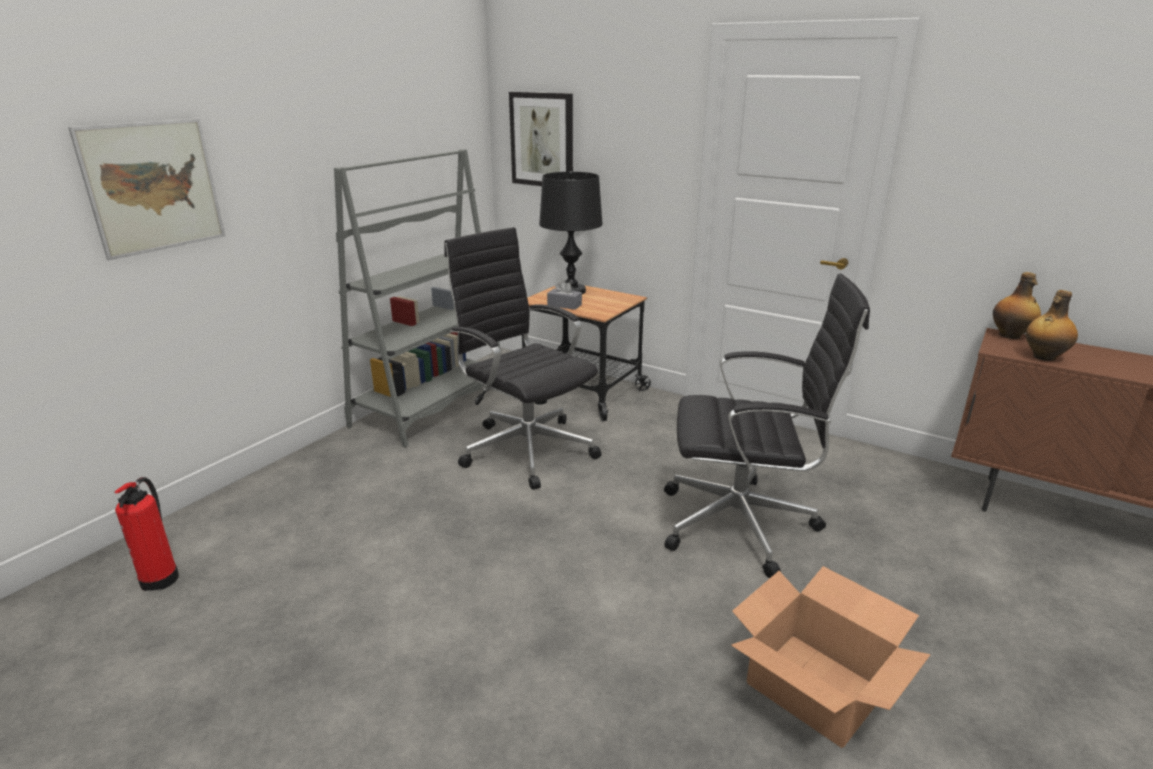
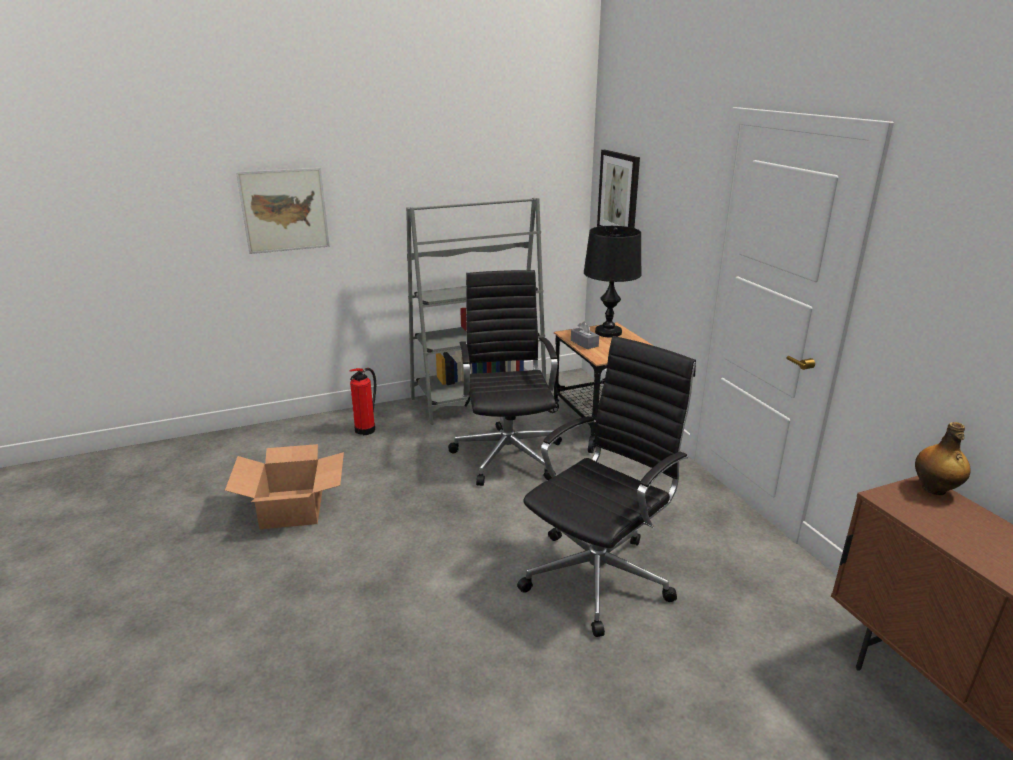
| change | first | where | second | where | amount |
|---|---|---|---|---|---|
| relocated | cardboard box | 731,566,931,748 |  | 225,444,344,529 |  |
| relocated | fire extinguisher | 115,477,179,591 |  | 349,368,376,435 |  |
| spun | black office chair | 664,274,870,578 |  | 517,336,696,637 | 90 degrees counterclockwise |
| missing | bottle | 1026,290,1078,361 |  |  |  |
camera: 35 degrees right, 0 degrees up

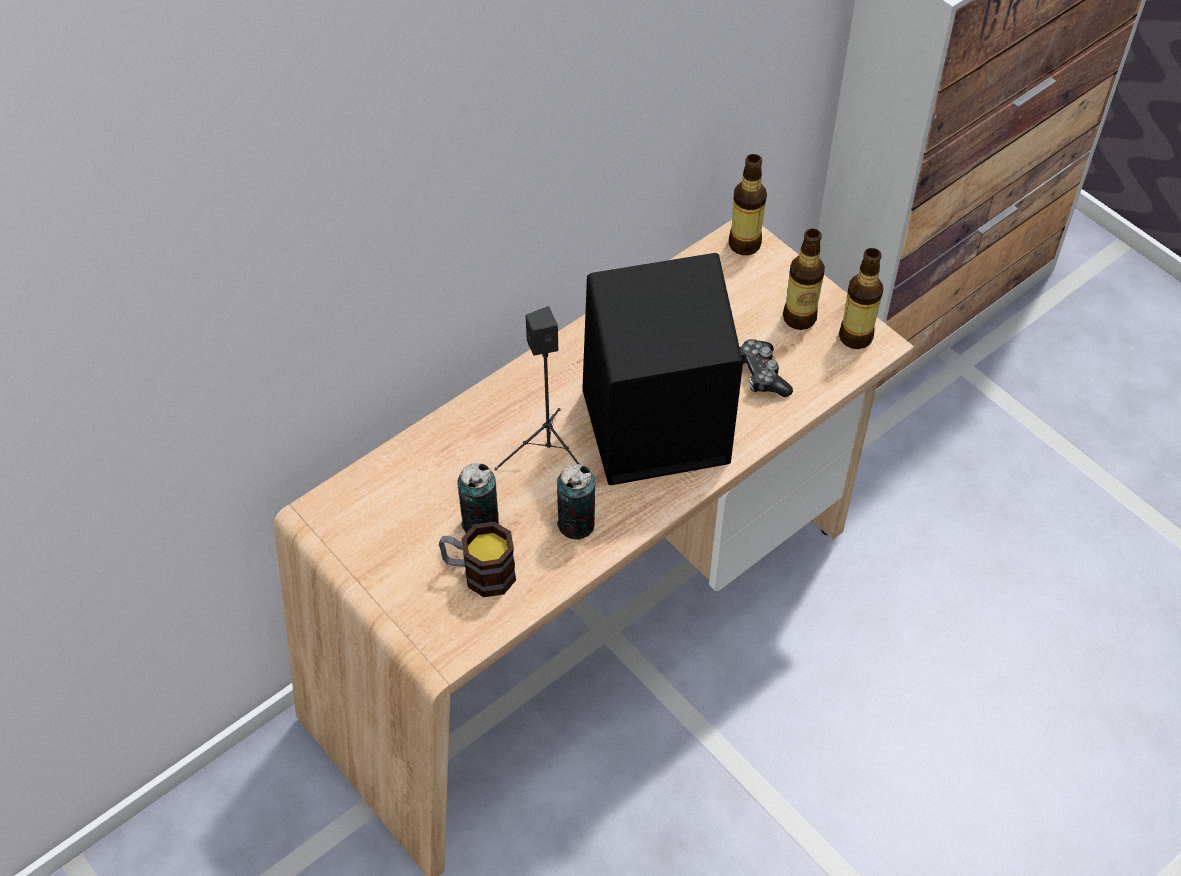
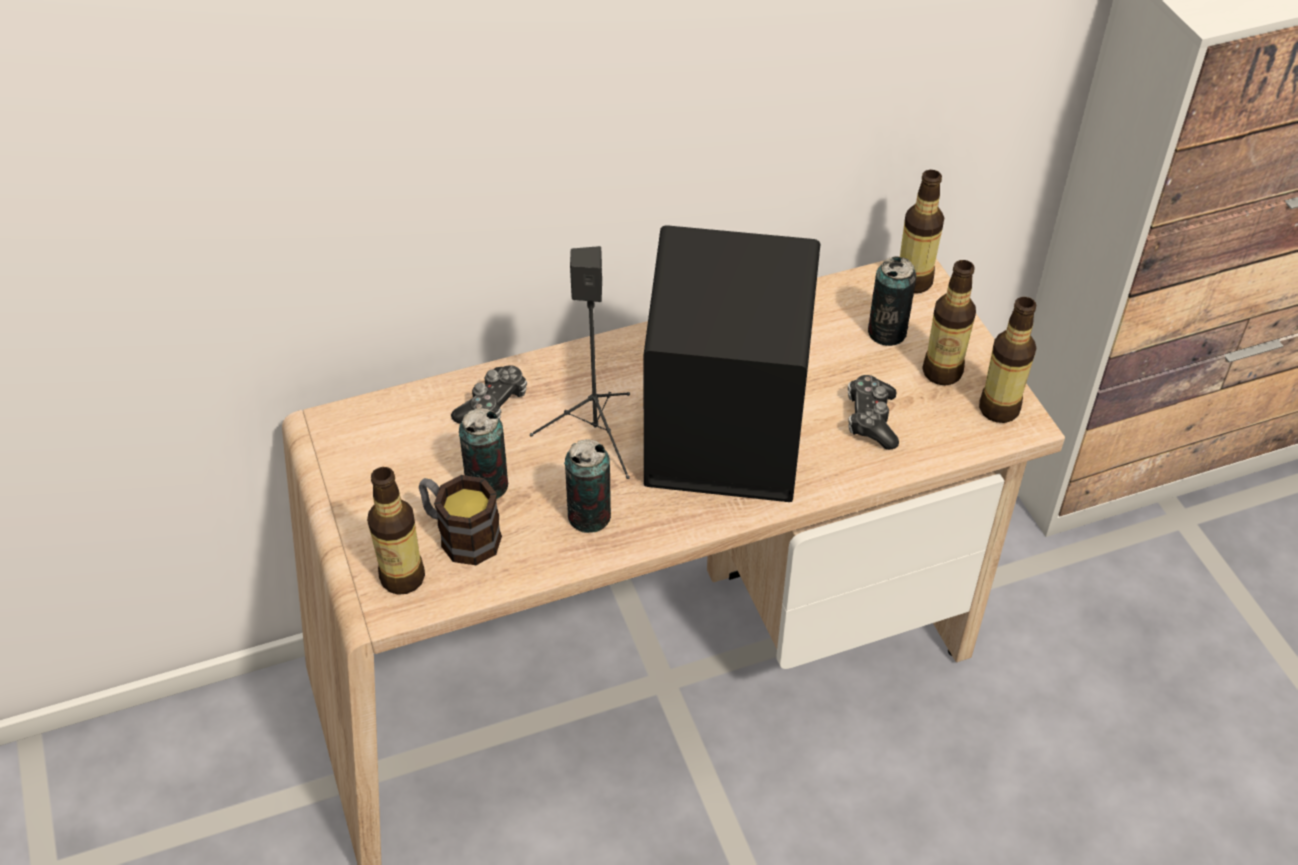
| change | first | where | second | where | amount |
|---|---|---|---|---|---|
| appeared |  |  | bottle | 367,467,425,595 |  |
| appeared |  |  | game controller | 451,365,527,424 |  |
| appeared |  |  | can | 868,256,917,346 |  |
camera: 20 degrees right, 5 degrees down

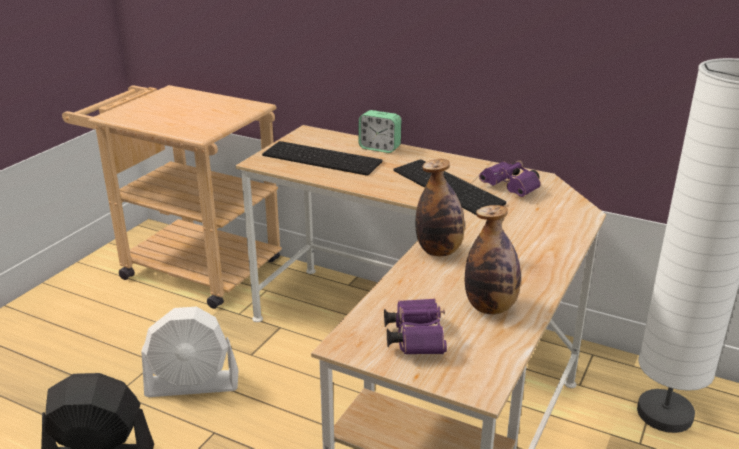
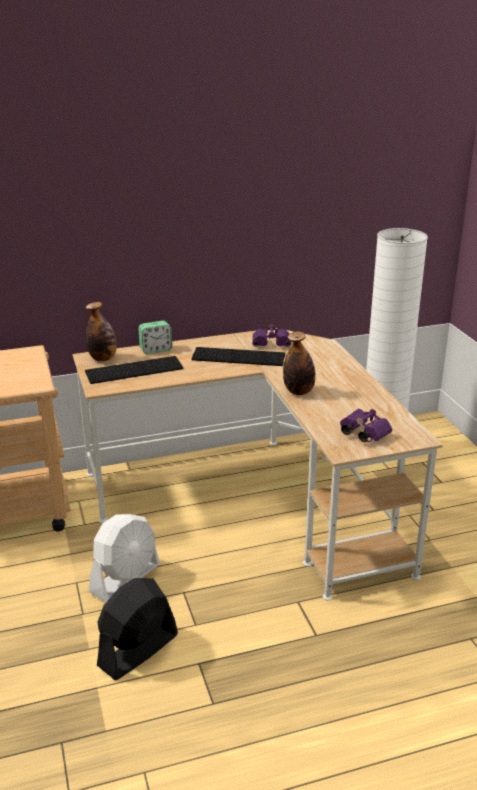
| change | first | where | second | where | amount |
|---|---|---|---|---|---|
| relocated | bottle | 465,205,521,315 |  | 86,302,117,361 |  |
camera: 45 degrees left, 0 degrees up

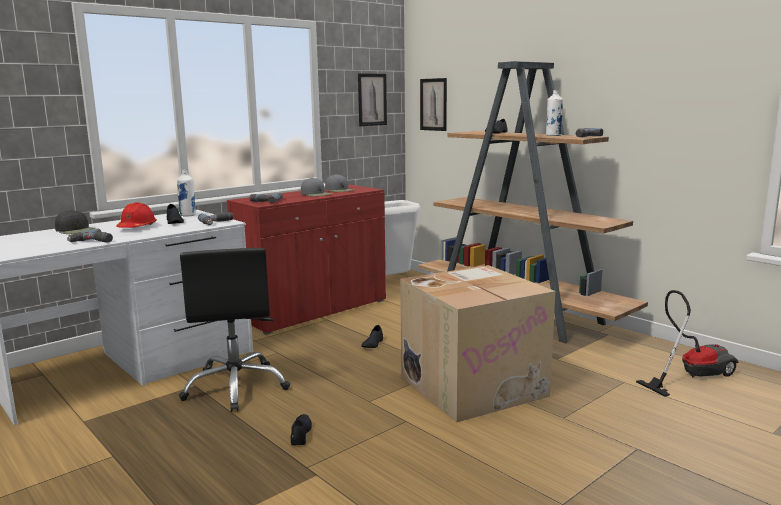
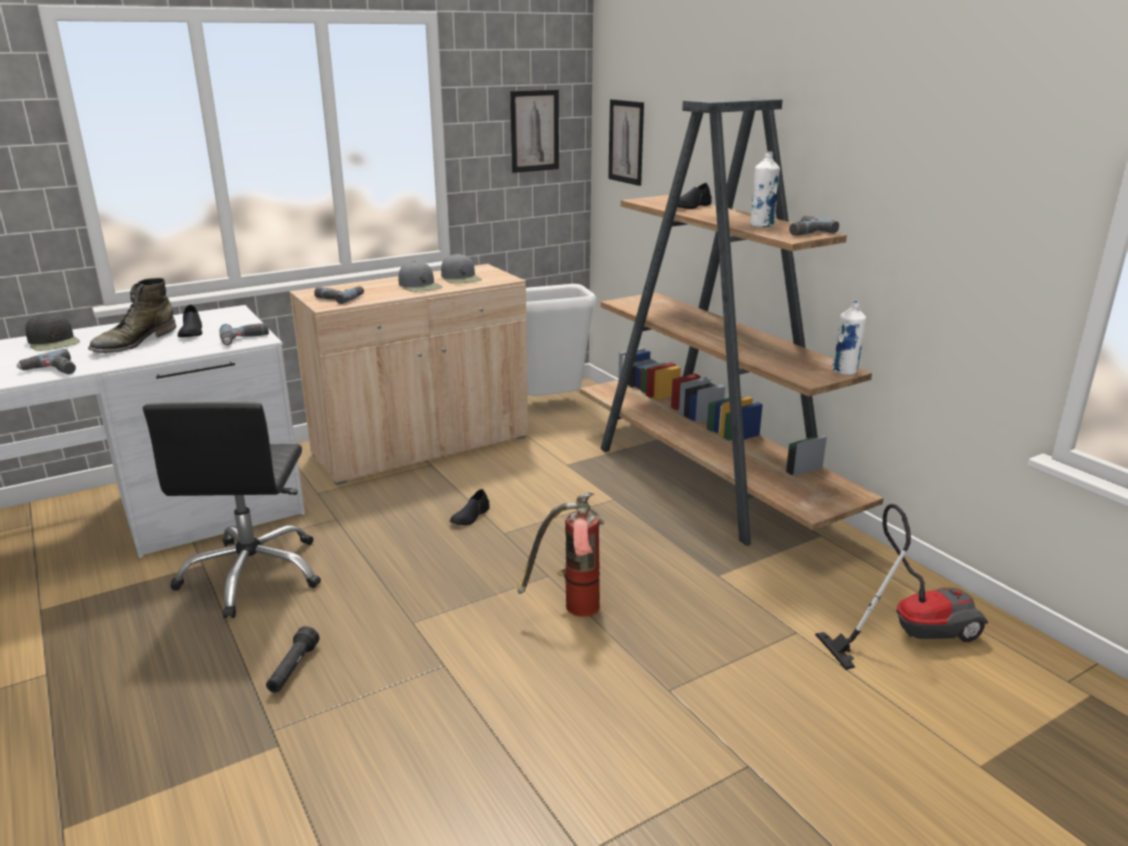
| change | first | where | second | where | amount |
|---|---|---|---|---|---|
| exchanged | red hard hat | 116,202,157,228 | green boot | 88,278,176,353 |  |
| exchanged | black shoe | 291,414,312,445 | black flashlight | 266,626,319,693 |  |
| colour | red cabinet | 227,185,386,335 | beige cabinet | 289,264,528,485 |  |
| exchanged | cardboard box | 400,265,556,422 | fire extinguisher | 517,493,604,617 |  |
| relocated | white bottle | 177,169,196,217 |  | 832,300,866,375 |  |
camera: 10 degrees right, 10 degrees up

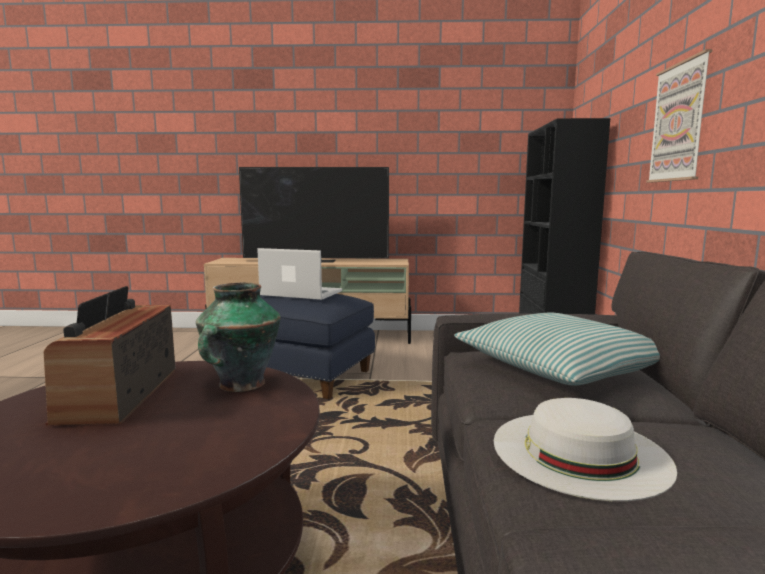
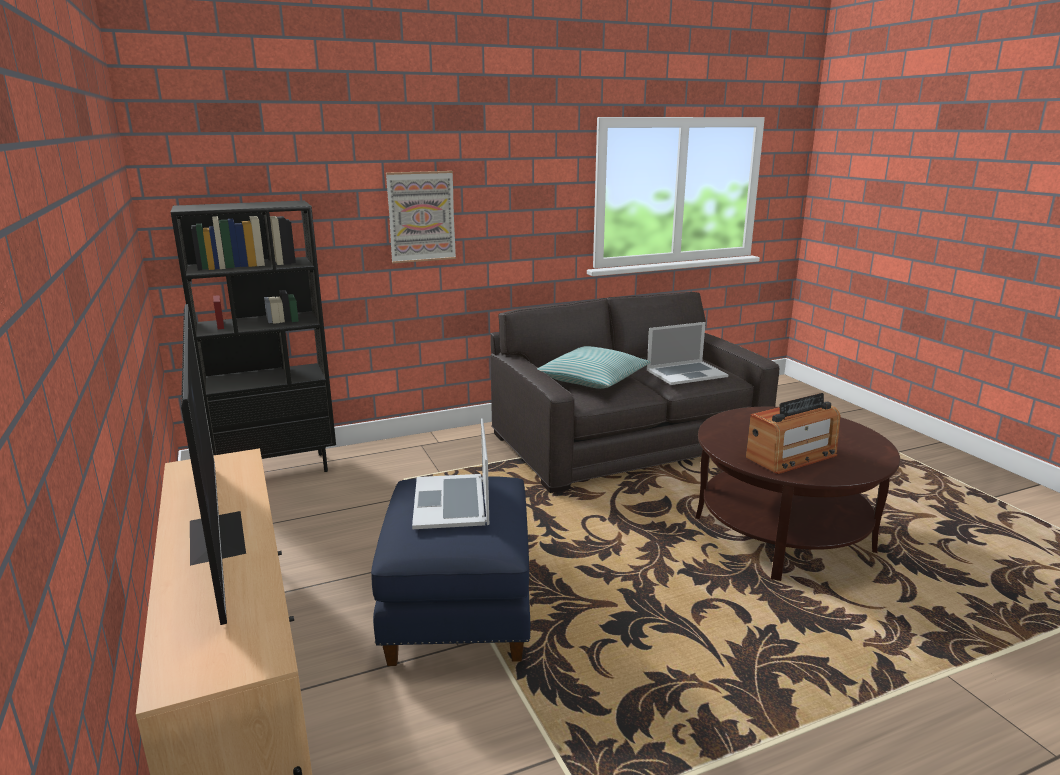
| change | first | where | second | where | amount |
|---|---|---|---|---|---|
| exchanged | white hat | 494,398,677,501 | laptop | 647,322,729,385 |  |
| missing | vase | 196,283,281,392 |  |  |  |
camera: 115 degrees left, 10 degrees up

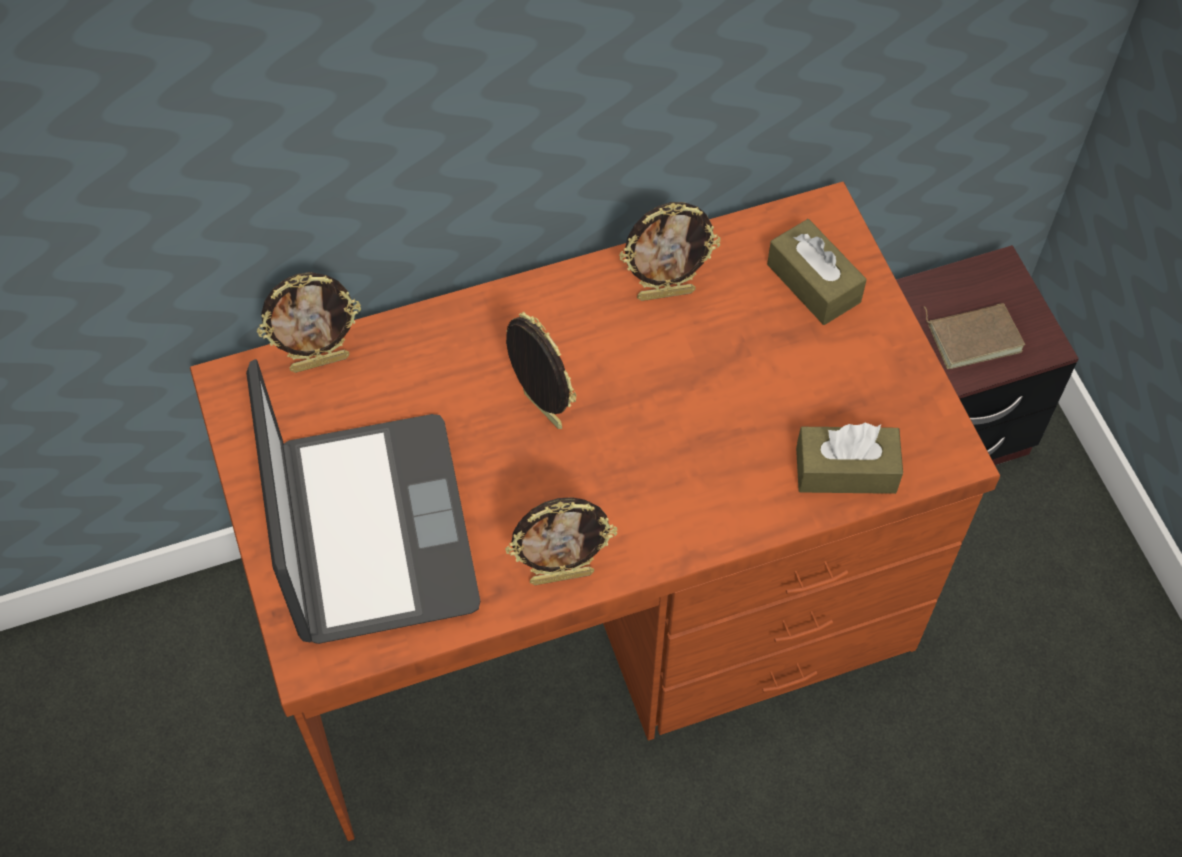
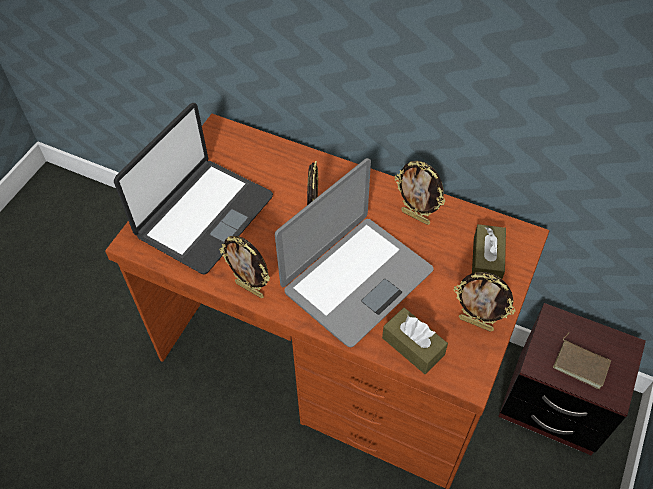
| change | first | where | second | where | amount |
|---|---|---|---|---|---|
| appeared |  |  | laptop | 275,158,434,347 |  |
| relocated | picture frame | 257,272,361,373 |  | 454,272,515,332 |  |
camera: 45 degrees right, 5 degrees down

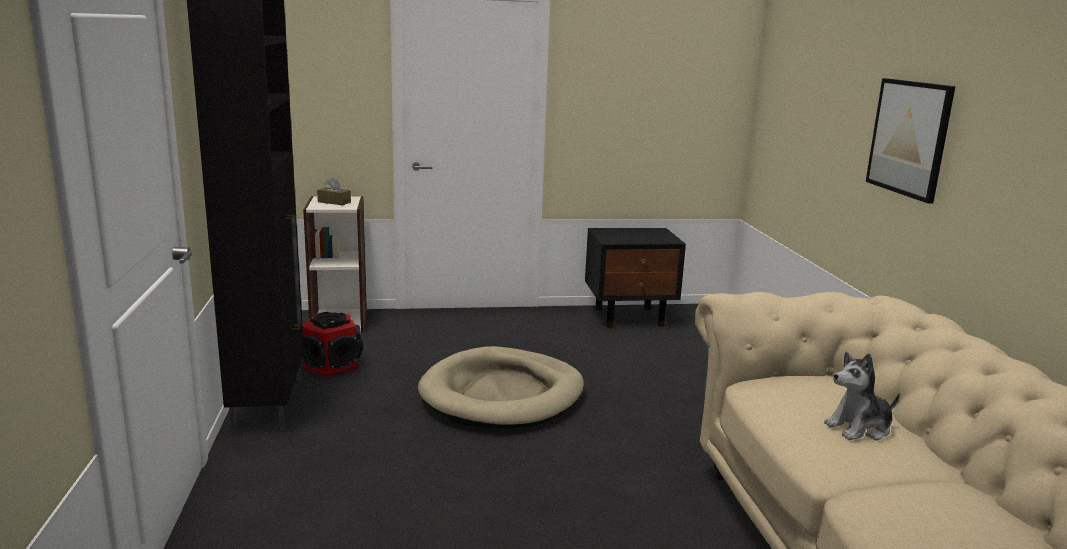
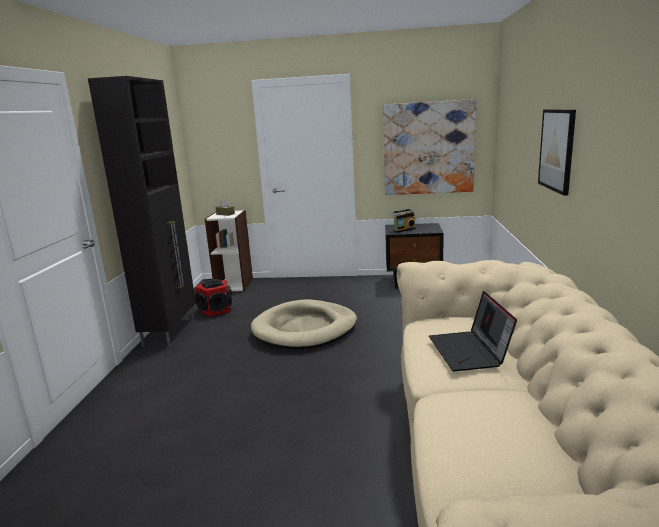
| change | first | where | second | where | amount |
|---|---|---|---|---|---|
| appeared |  |  | picture | 383,99,476,195 |  |
| appeared |  |  | radio | 391,209,416,233 |  |
| exchanged | plush toy | 824,352,900,440 | laptop | 429,291,517,371 |  |
camera: 15 degrees right, 0 degrees up

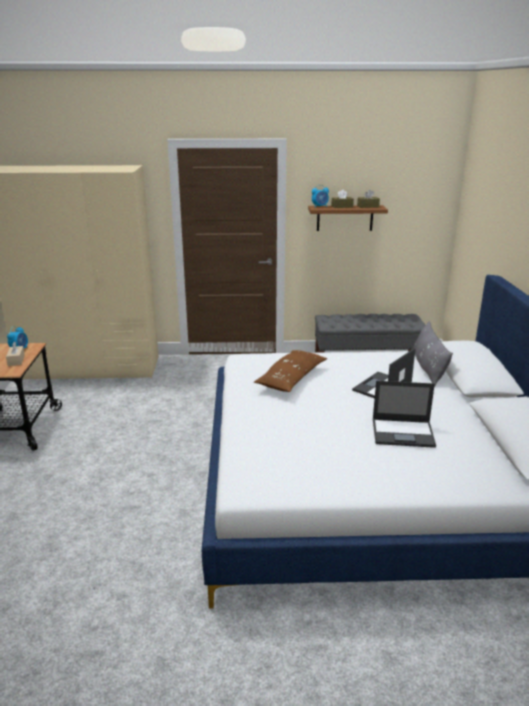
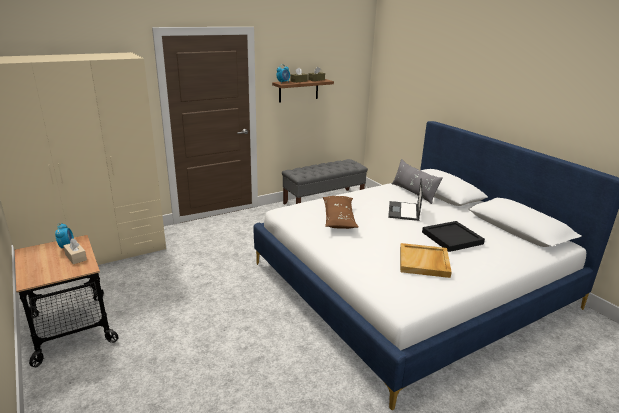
| change | first | where | second | where | amount |
|---|---|---|---|---|---|
| appeared |  |  | beige tray | 400,243,452,278 |  |
| exchanged | laptop | 373,381,436,448 | black tray | 422,221,485,252 |  |
camera: 30 degrees left, 0 degrees up

